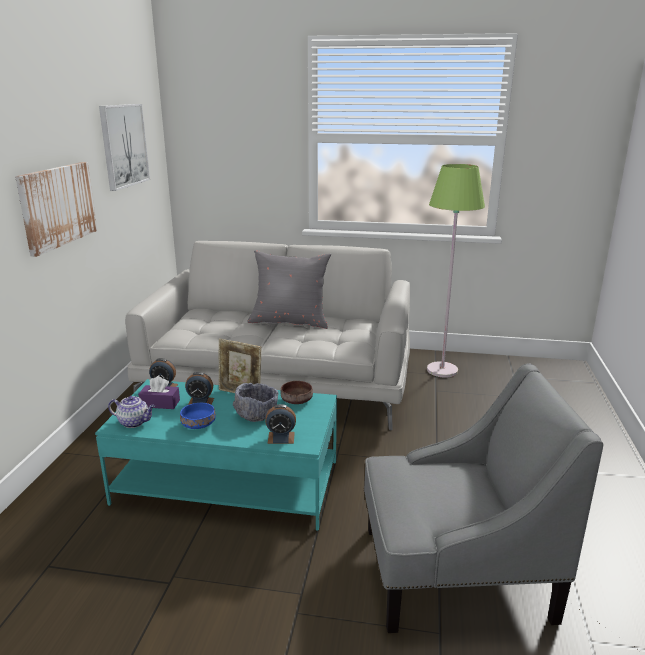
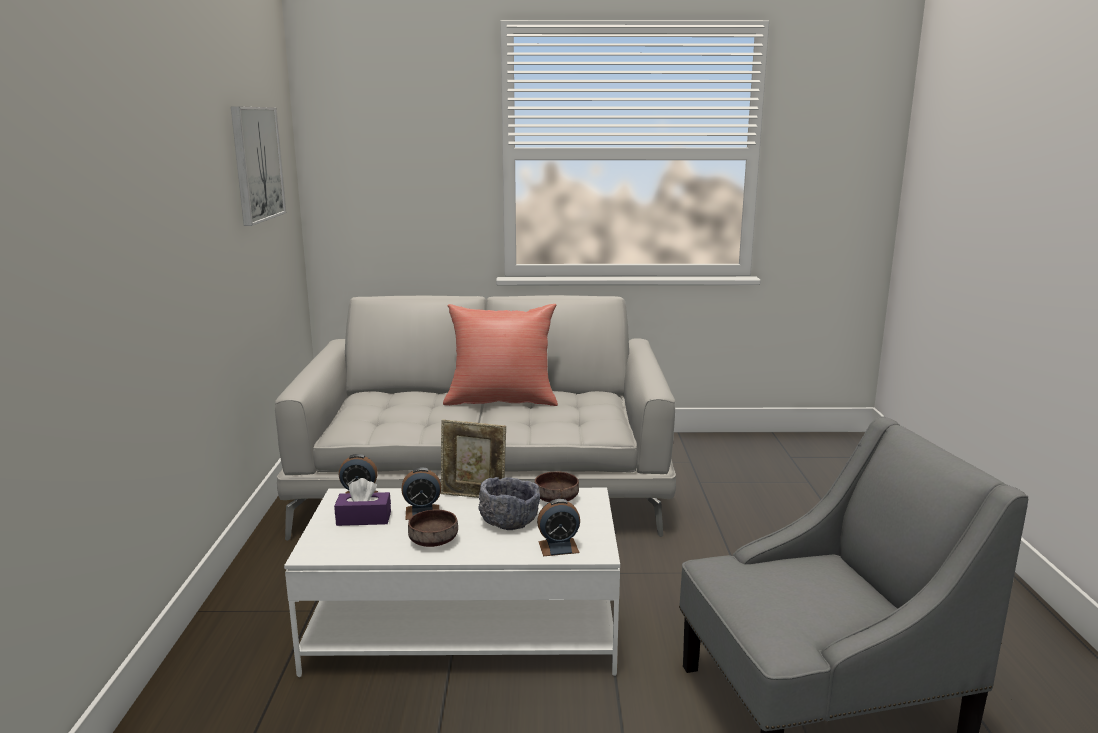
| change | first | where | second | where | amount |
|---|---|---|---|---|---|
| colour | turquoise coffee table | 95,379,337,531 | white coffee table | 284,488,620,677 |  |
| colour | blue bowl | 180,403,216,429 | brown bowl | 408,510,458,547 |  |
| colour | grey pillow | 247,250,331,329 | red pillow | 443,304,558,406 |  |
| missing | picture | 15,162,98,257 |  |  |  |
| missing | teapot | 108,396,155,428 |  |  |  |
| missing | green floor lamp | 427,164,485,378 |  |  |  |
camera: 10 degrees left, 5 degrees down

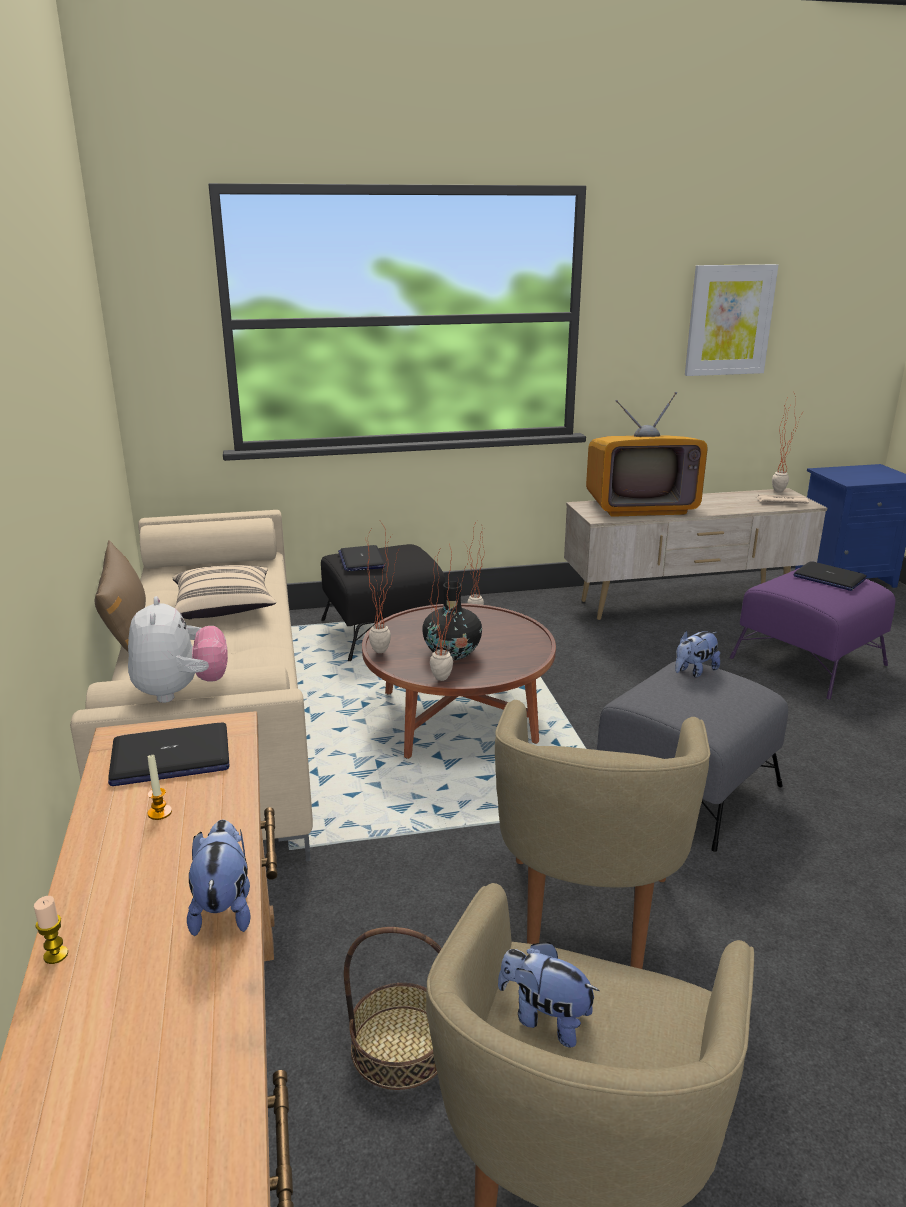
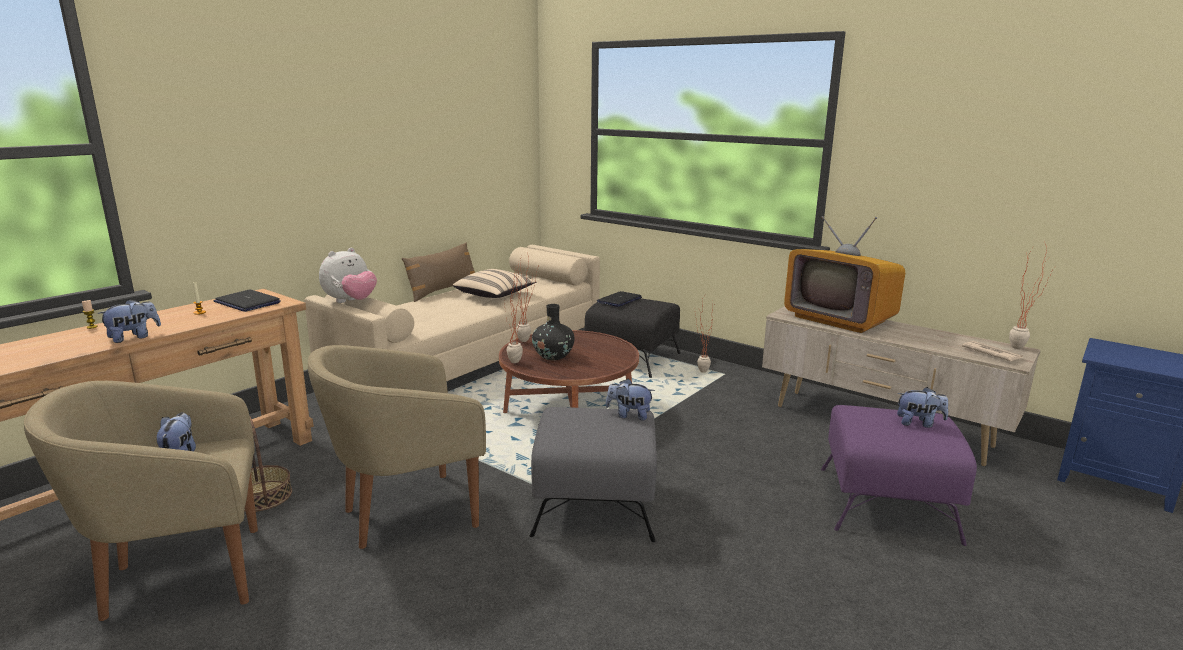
| change | first | where | second | where | amount |
|---|---|---|---|---|---|
| exchanged | laptop | 793,561,867,591 | plush toy | 897,387,948,428 |  |
| missing | picture | 685,264,778,376 |  |  |  |
camera: 50 degrees right, 5 degrees down

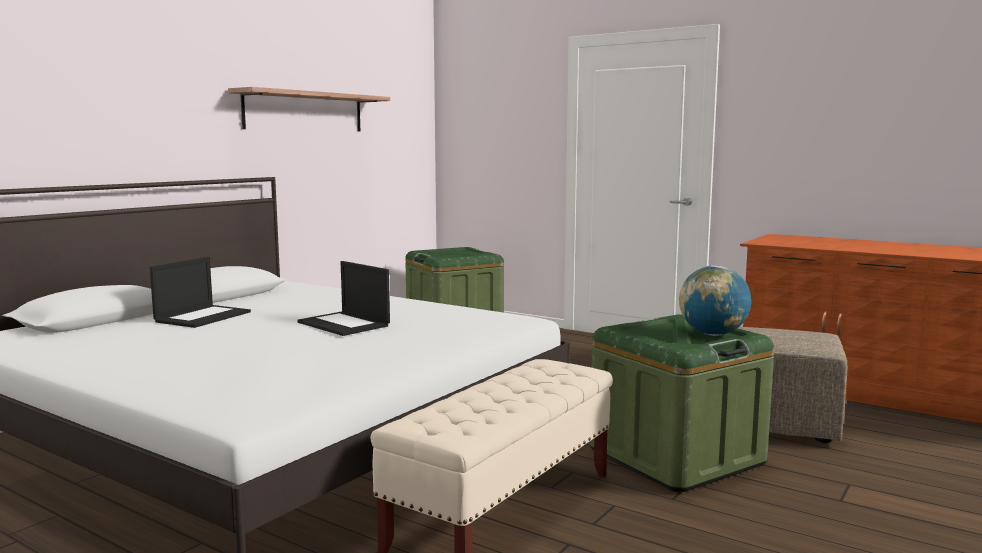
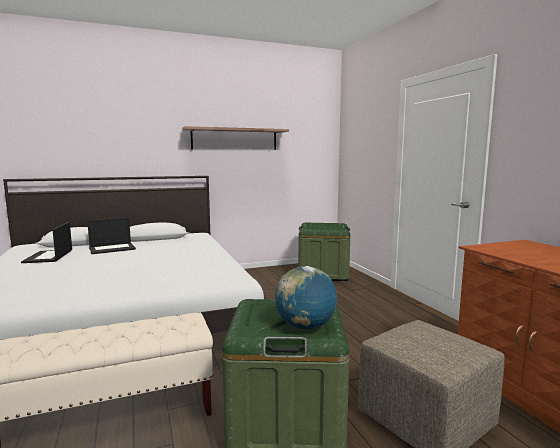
| change | first | where | second | where | amount |
|---|---|---|---|---|---|
| relocated | laptop | 297,261,390,336 |  | 21,222,72,263 |  |
camera: 35 degrees right, 0 degrees up

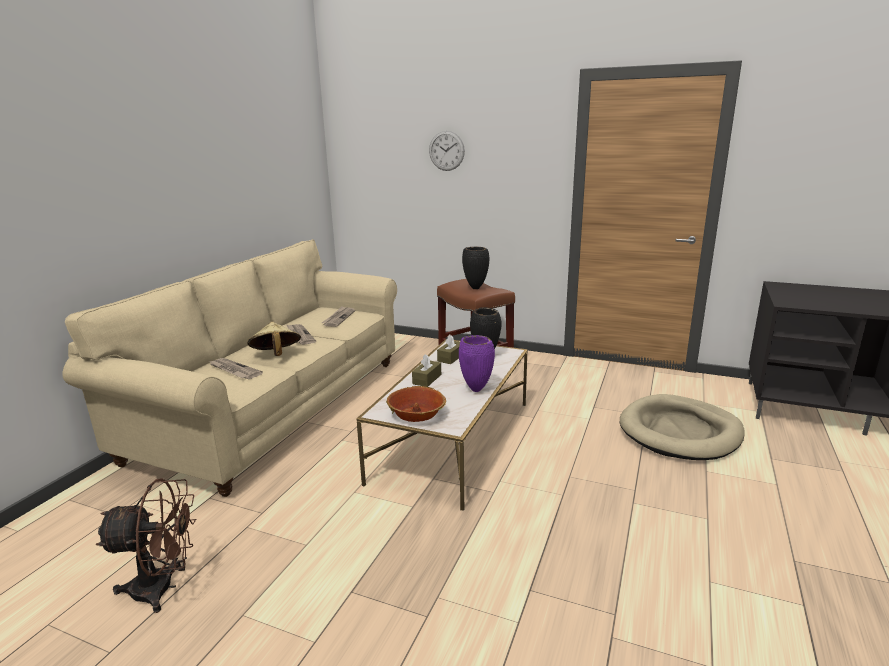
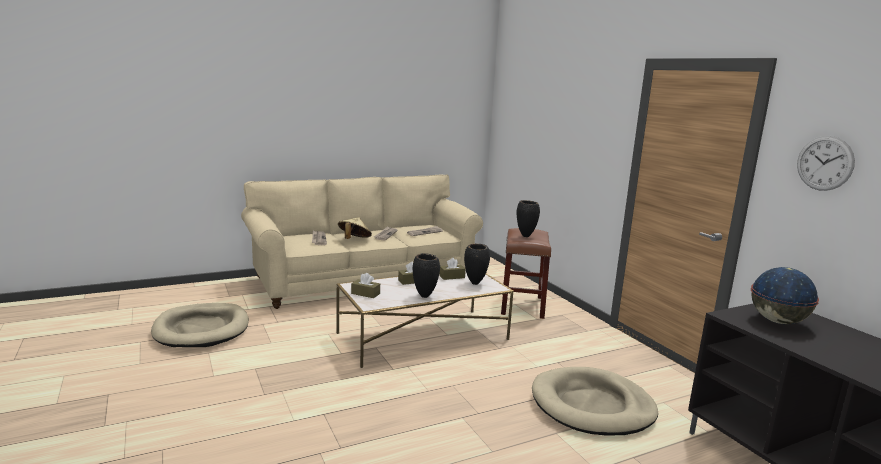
| change | first | where | second | where | amount |
|---|---|---|---|---|---|
| exchanged | brown fan | 96,478,197,613 | beige dog bed | 151,303,249,347 |  |
| exchanged | bowl | 386,386,447,422 | brown tissue box | 351,273,380,298 |  |
| colour | purple vase | 459,335,495,392 | black vase | 412,253,440,298 |  |
| appeared |  |  | globe | 751,267,819,324 |  |
| relocated | wall clock | 429,131,465,171 |  | 797,136,855,191 |  |
camera: 40 degrees right, 5 degrees down

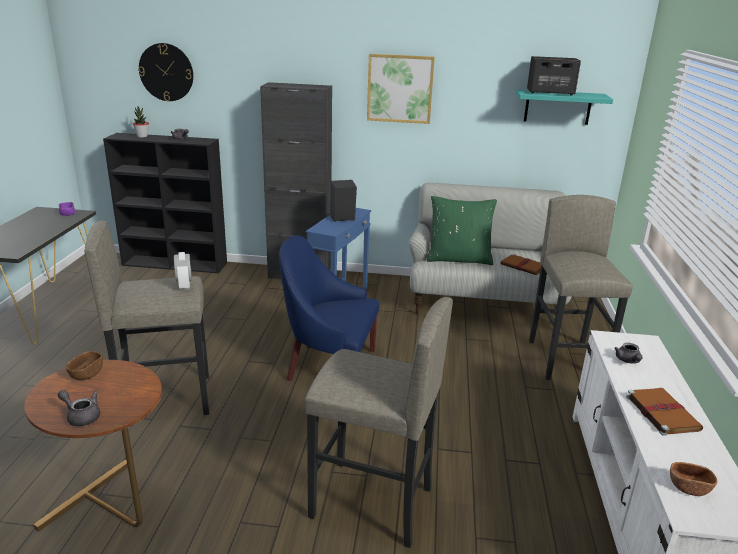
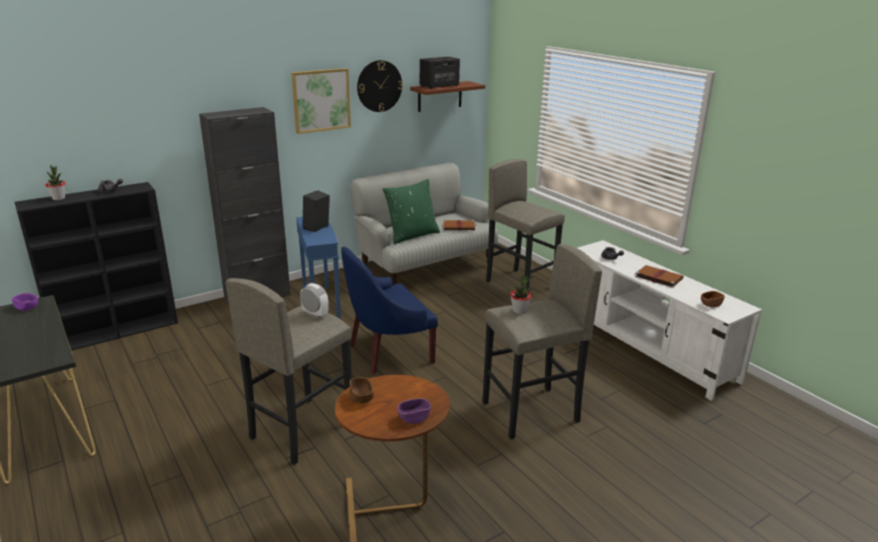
| change | first | where | second | where | amount |
|---|---|---|---|---|---|
| relocated | wall clock | 138,43,193,101 |  | 357,60,403,112 |  |
| exchanged | grey teapot | 58,390,100,426 | purple bowl | 397,398,431,424 |  |
| colour | turquoise shelf | 516,89,613,125 | brown shelf | 410,81,485,112 |  |
| appeared |  |  | potted plant | 510,274,532,314 |  |
camera: 40 degrees left, 0 degrees up

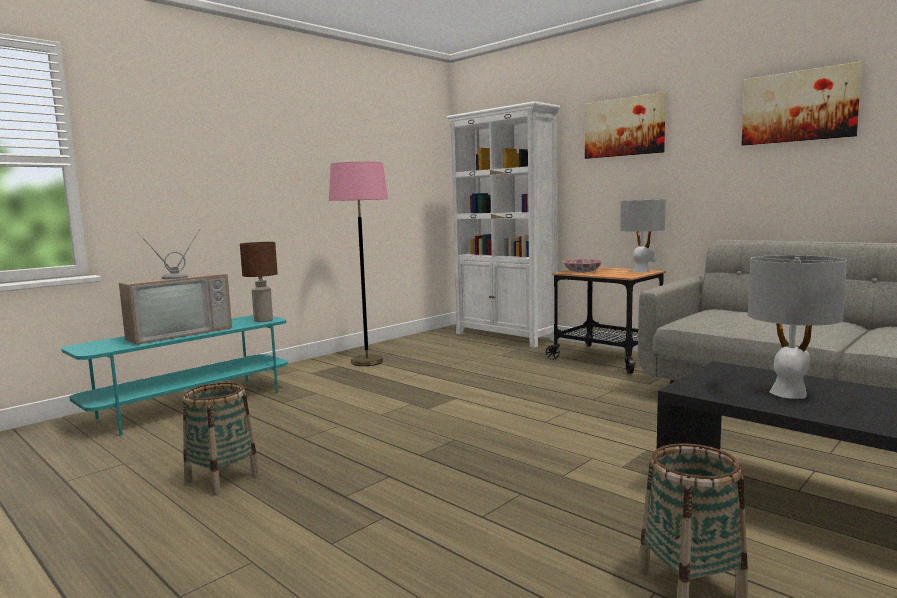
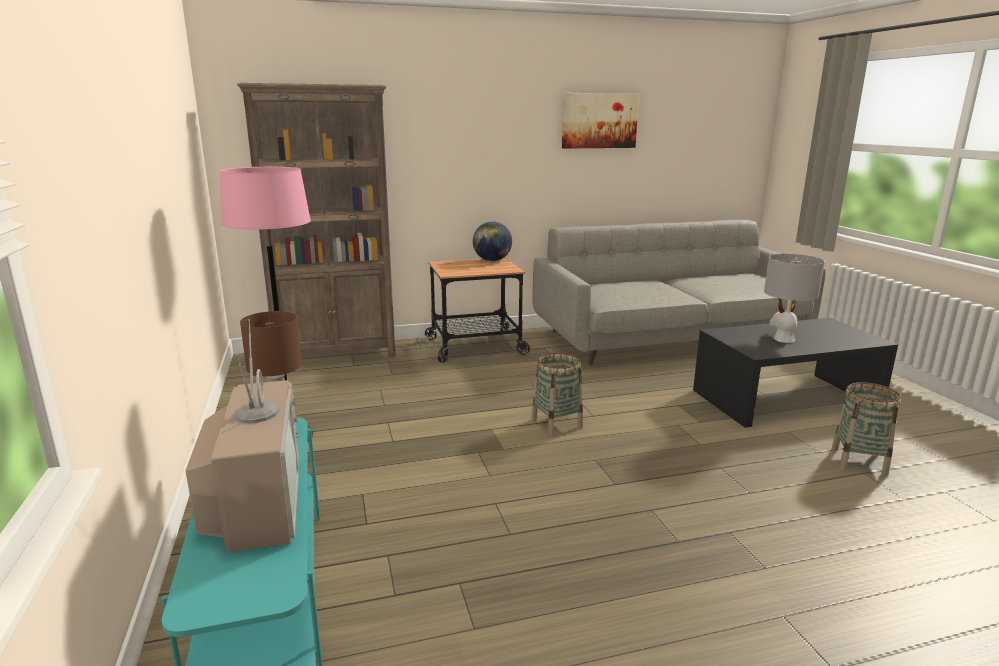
| change | first | where | second | where | amount |
|---|---|---|---|---|---|
| colour | white bookcase | 446,101,560,348 | brown bookcase | 237,83,396,356 |  |
| exchanged | grey table lamp | 620,199,666,272 | globe | 473,222,512,261 |  |
| relocated | basket | 183,382,259,495 |  | 531,353,583,435 |  |
| missing | bowl | 562,259,604,273 |  |  |  |
| missing | picture | 585,92,666,159 |  |  |  |
camera: 60 degrees left, 10 degrees up

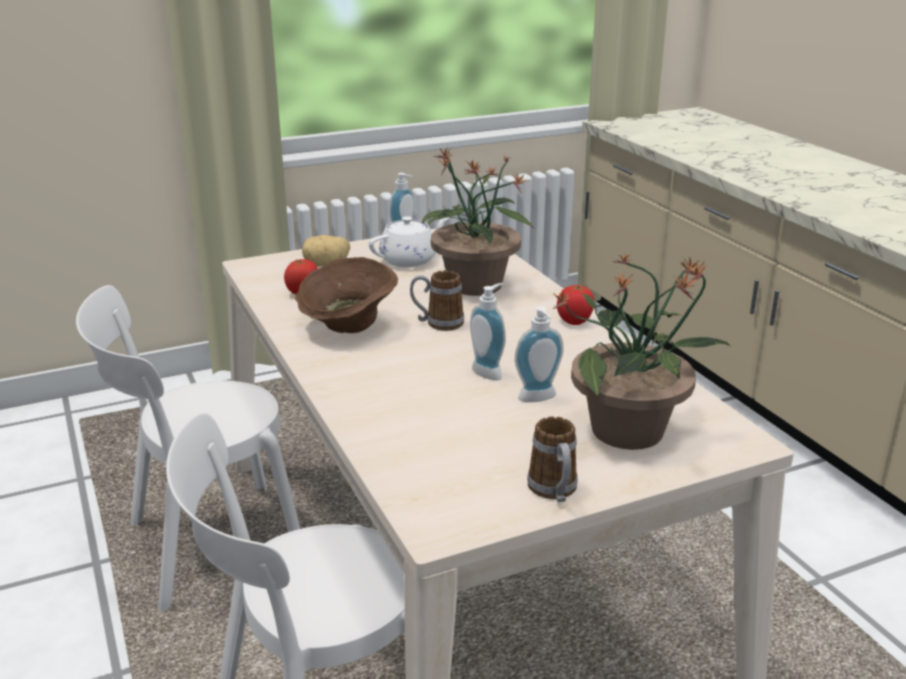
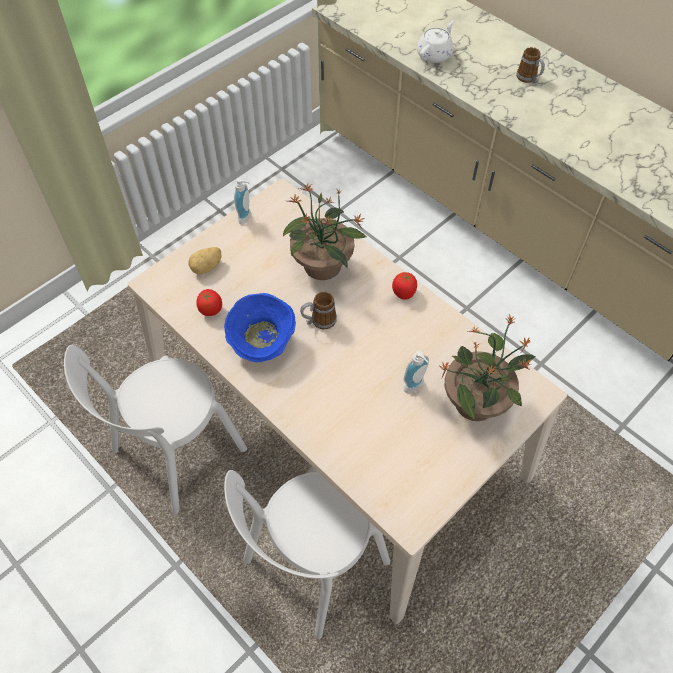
| change | first | where | second | where | amount |
|---|---|---|---|---|---|
| colour | brown bowl | 295,257,398,333 | blue bowl | 224,293,296,362 |  |
| relocated | white teapot | 369,216,449,267 |  | 417,20,454,63 |  |
| relocated | mug | 527,416,578,502 |  | 516,47,545,83 |  |
| missing | soap dispenser | 470,283,506,380 |  |  |  |
camera: 20 degrees left, 30 degrees up

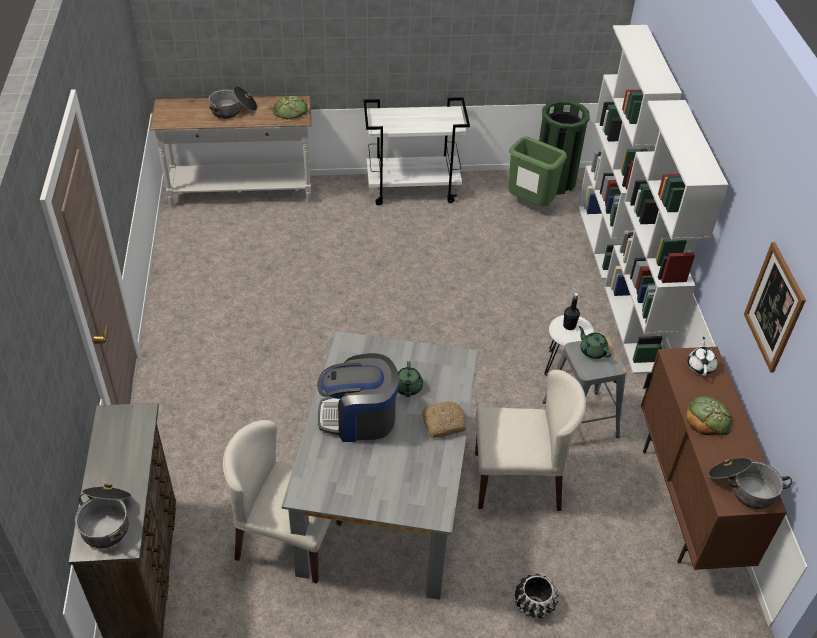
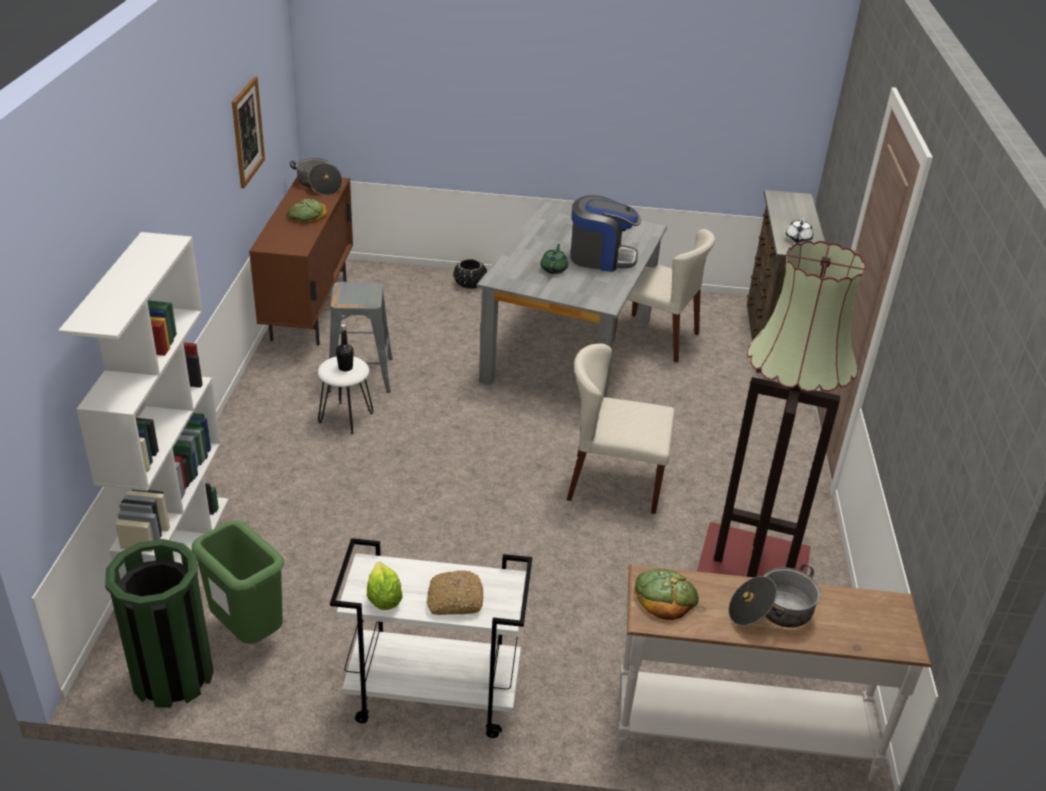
| change | first | where | second | where | amount |
|---|---|---|---|---|---|
| appeared |  |  | lettuce | 367,562,403,610 |  |
| relocated | bread | 422,401,466,438 |  | 426,570,483,615 |  |
| relocated | beige chair | 475,370,586,511 |  | 567,344,675,514 |  |
| appeared |  |  | floor lamp | 697,241,866,577 |  |
| relocated | white teapot | 687,337,718,376 |  | 786,219,813,244 |  |
| missing | cooking pot | 75,484,132,548 |  |  |  |
| missing | green teapot | 579,326,612,359 |  |  |  |
| missing | white bookcase | 604,100,729,374 |  |  |  |
camera: 170 degrees left, 10 degrees down

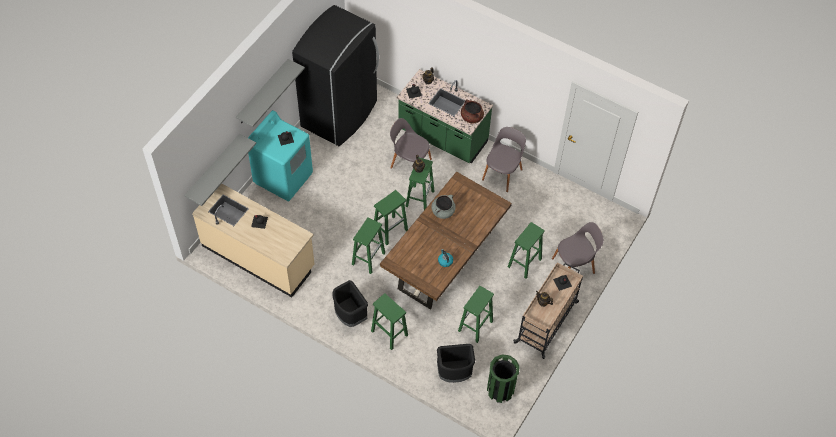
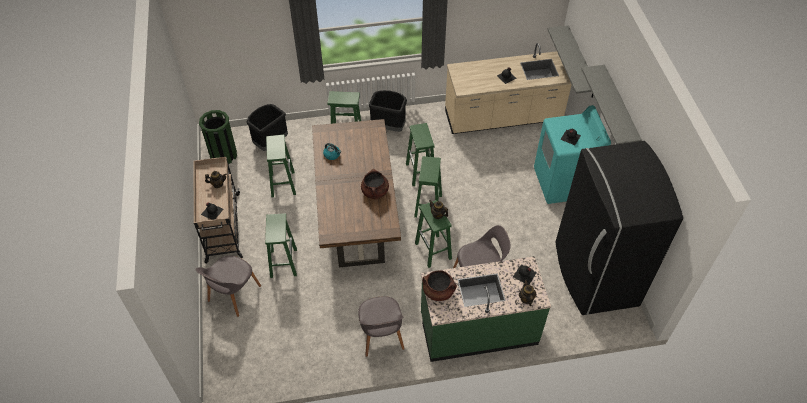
| change | first | where | second | where | amount |
|---|---|---|---|---|---|
| colour | grey cooking pot | 431,195,456,219 | brown cooking pot | 361,169,389,199 |  |
camera: 140 degrees right, 5 degrees down

